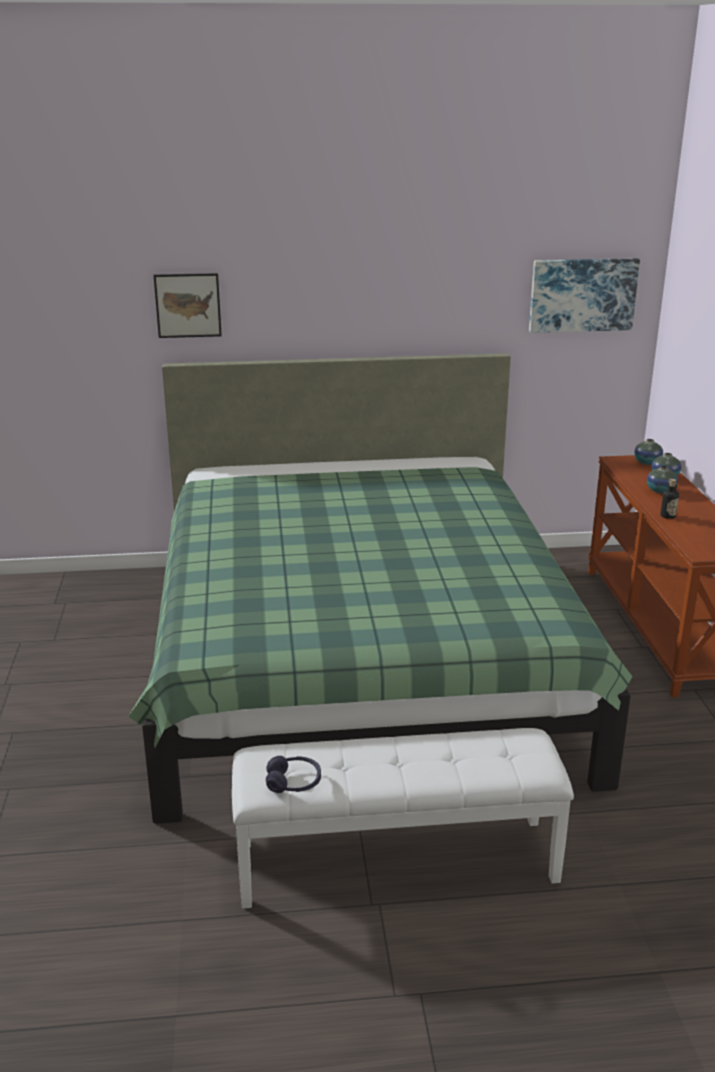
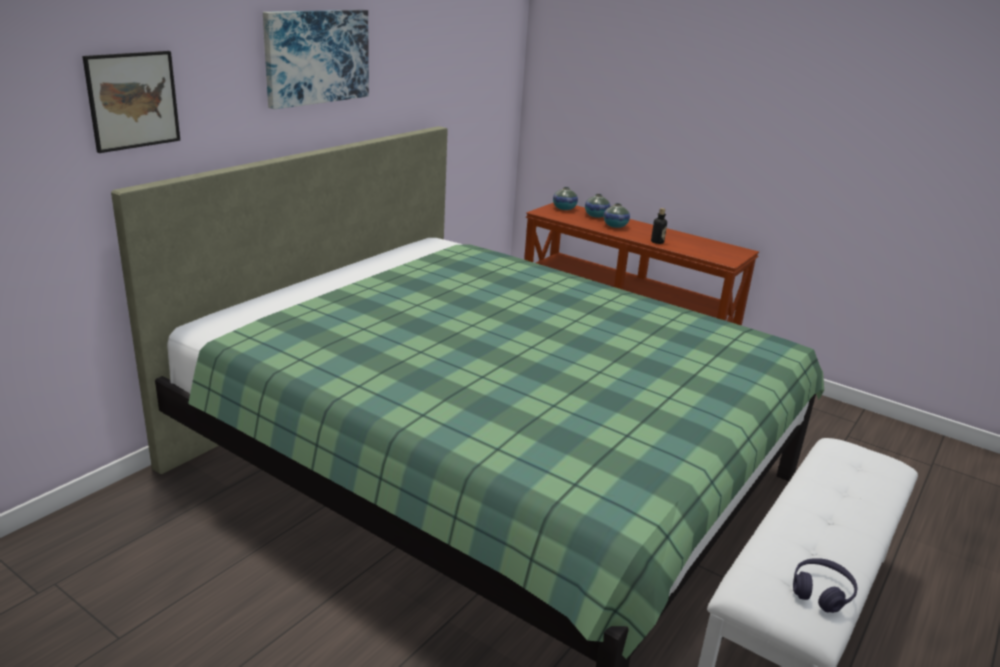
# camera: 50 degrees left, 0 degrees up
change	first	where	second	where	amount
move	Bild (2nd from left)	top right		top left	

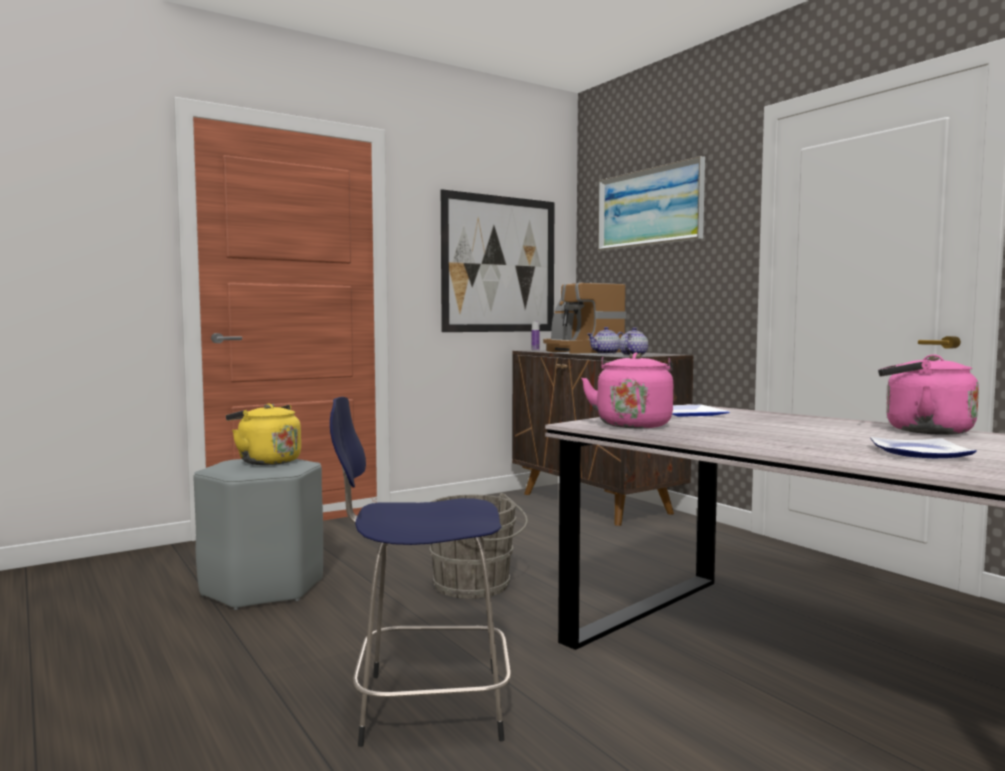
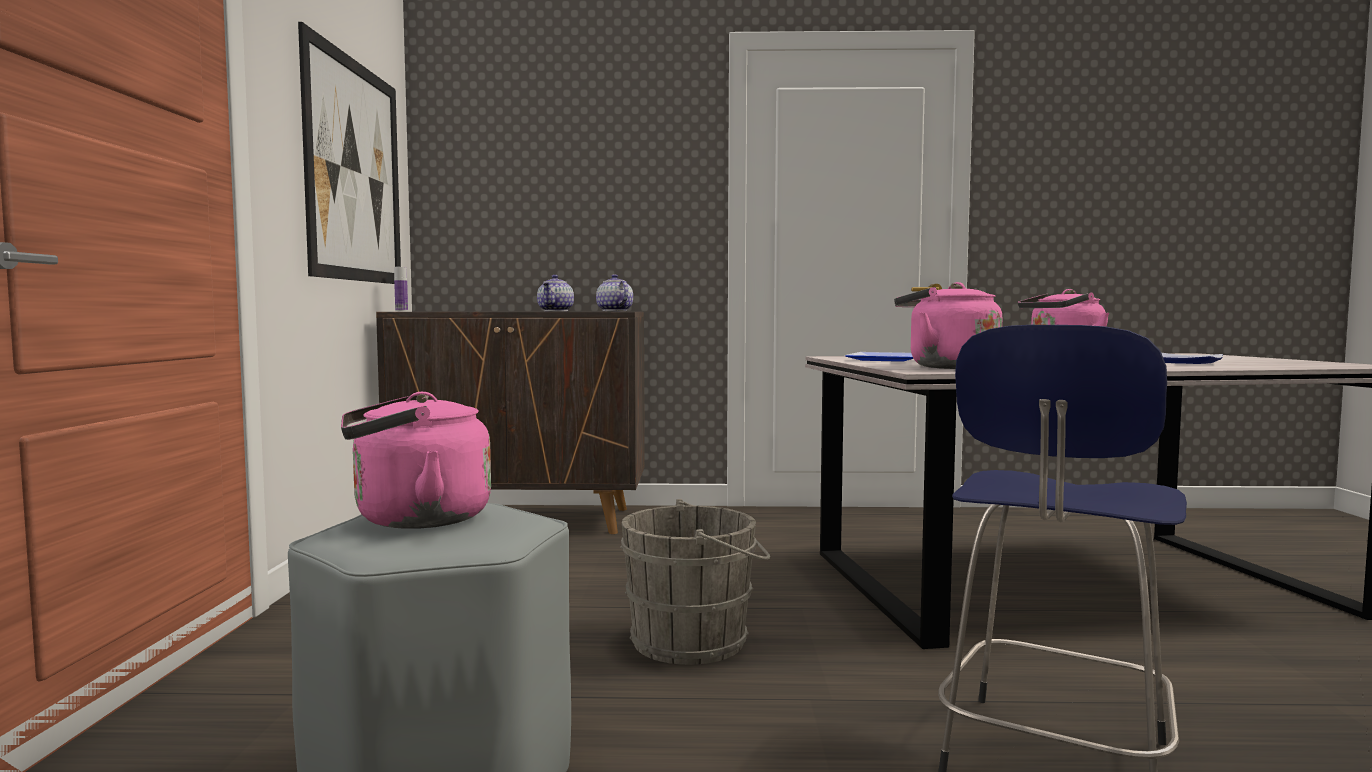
# camera: 55 degrees left, 0 degrees up
change	first	where	second	where	amount
delete	Kaffeemaschine	centre			
delete	Bild (2nd from left)	top centre			
recolor	Wasserkessel [gelb]	middle left	Wasserkessel [rosa] (1st from left)	middle left	

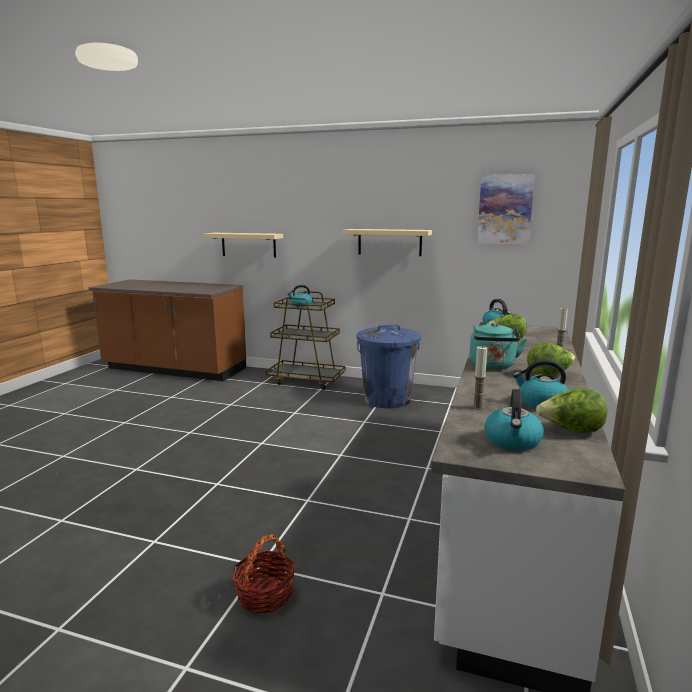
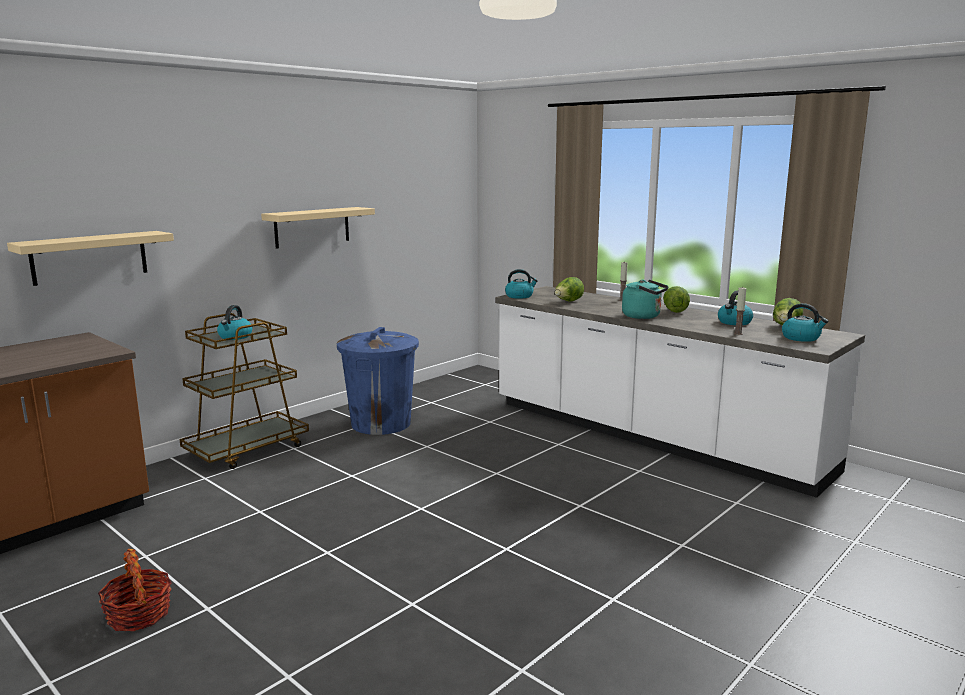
# camera: 65 degrees left, 0 degrees up
change	first	where	second	where	amount
delete	Bild	top right			
move	Korb	bottom centre		bottom left	

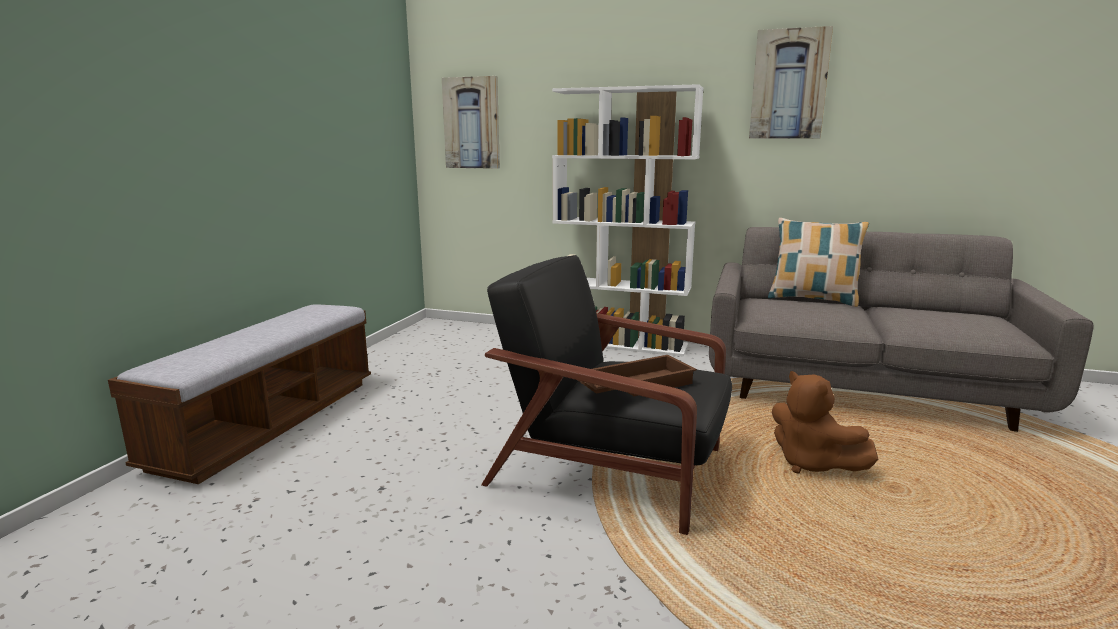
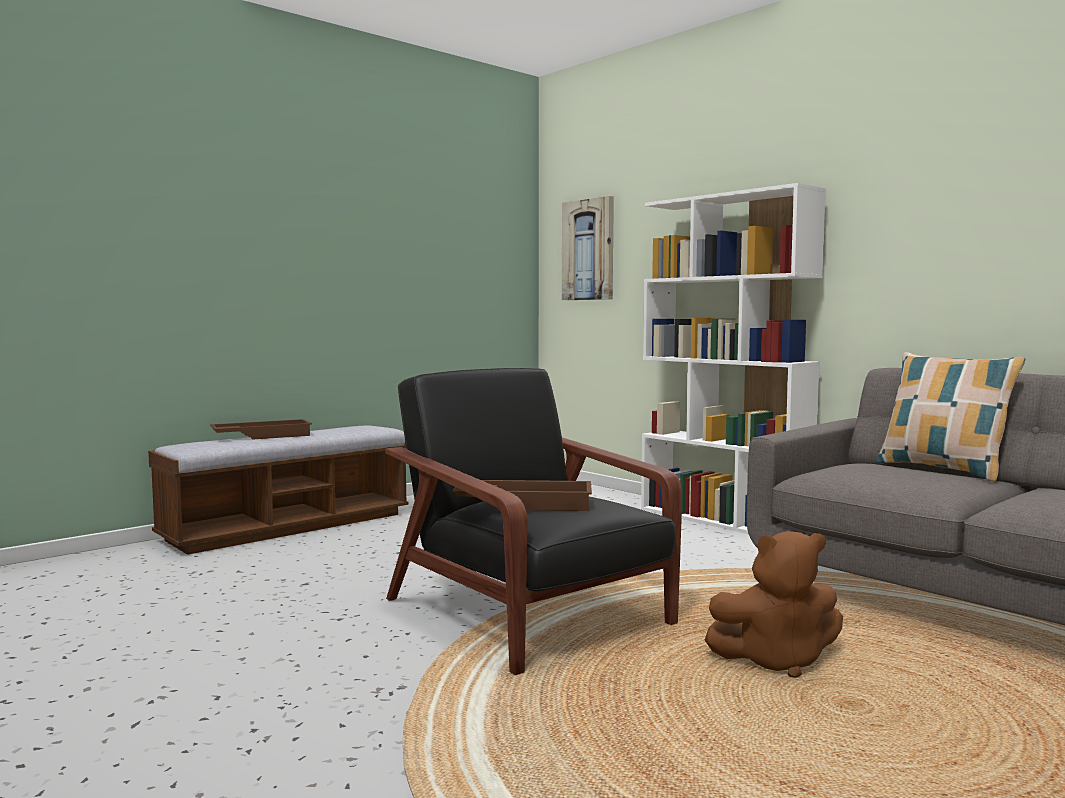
# camera: 30 degrees right, 10 degrees down
change	first	where	second	where	amount
delete	Bild (2nd from left)	top right			
insert			Tablett [braun] (1st from left)	middle left	
rotate	Plüschtier [braun]	bottom right		bottom right	90 degrees counterclockwise

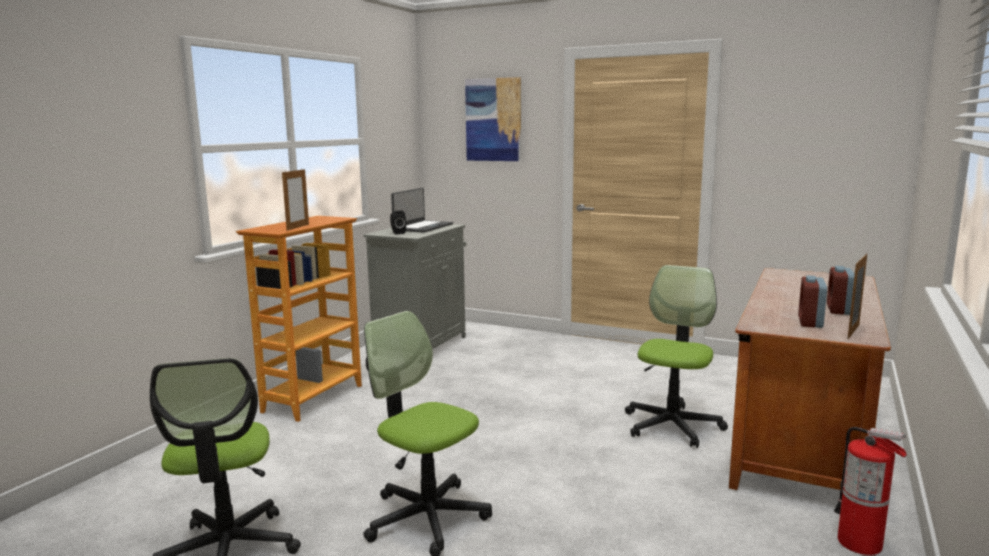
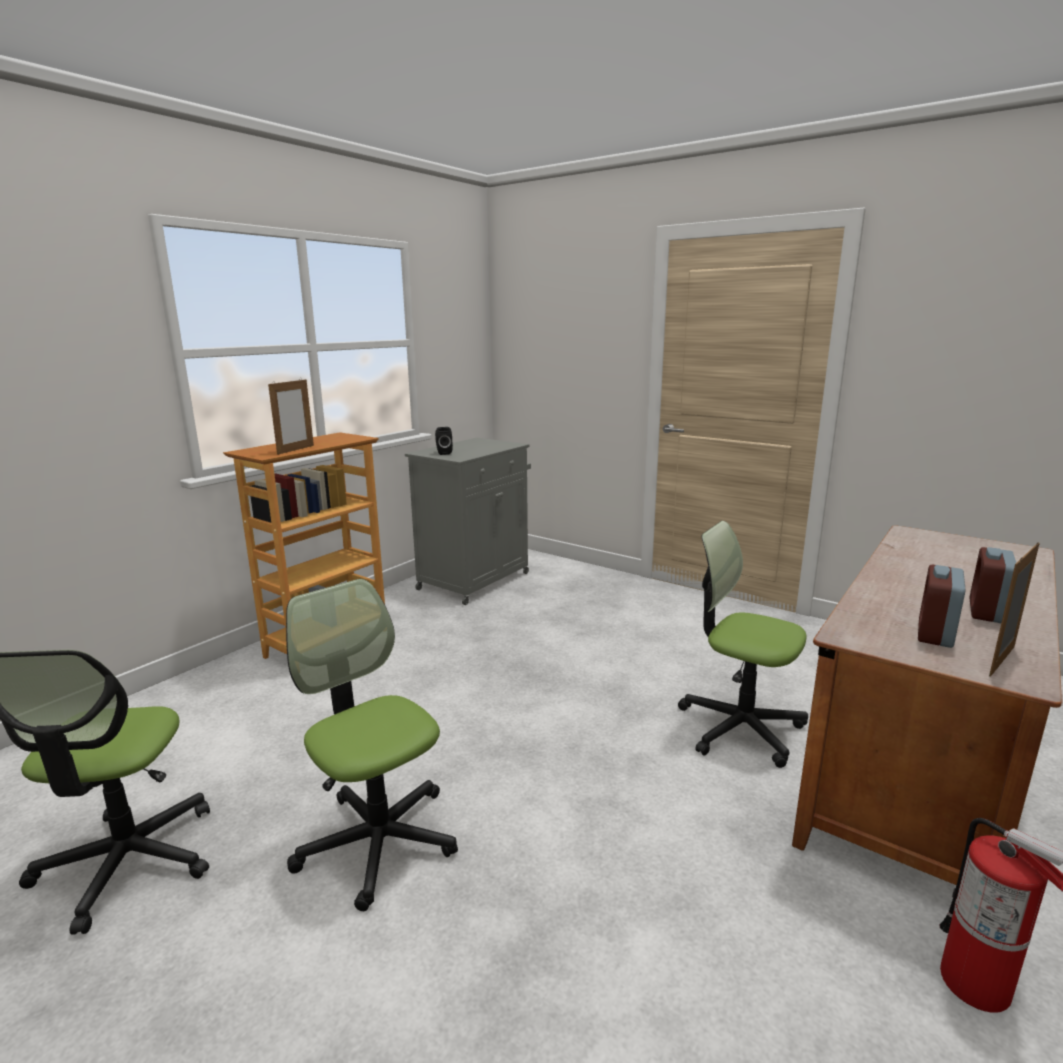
# camera: 10 degrees right, 5 degrees up
change	first	where	second	where	amount
delete	Laptop	centre			
delete	Bild	top centre			
rotate	Bürostuhl (3rd from left)	middle right		middle right	90 degrees counterclockwise

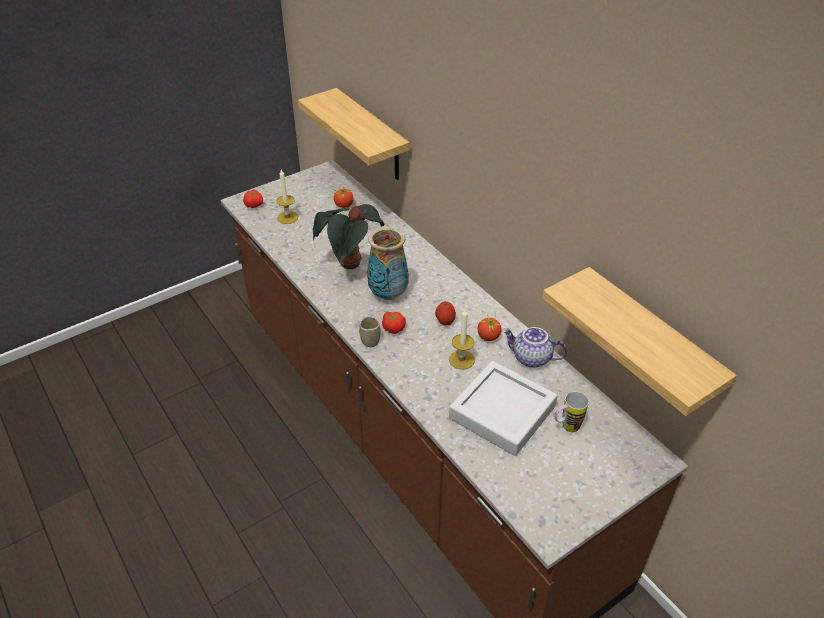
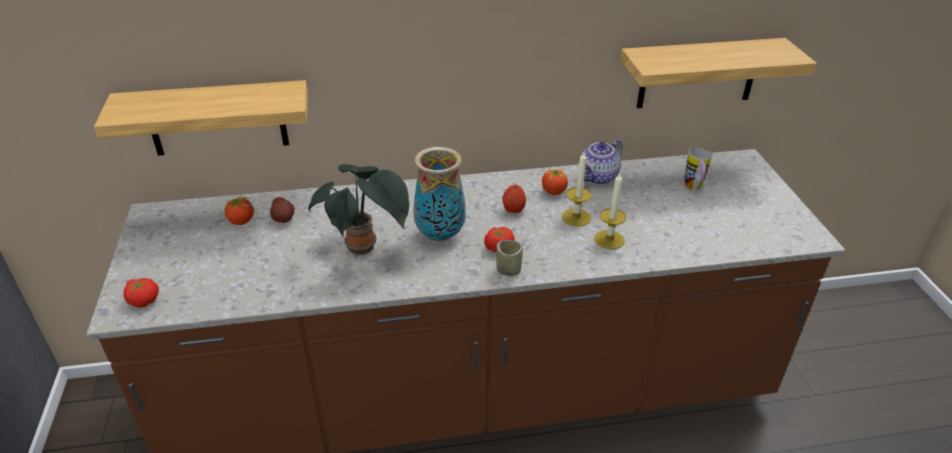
# camera: 65 degrees left, 5 degrees down
change	first	where	second	where	amount
delete	Tablett [grau]	centre			
move	Kerze (1st from left in the first image)	top centre	Kerze (2nd from left)	centre	

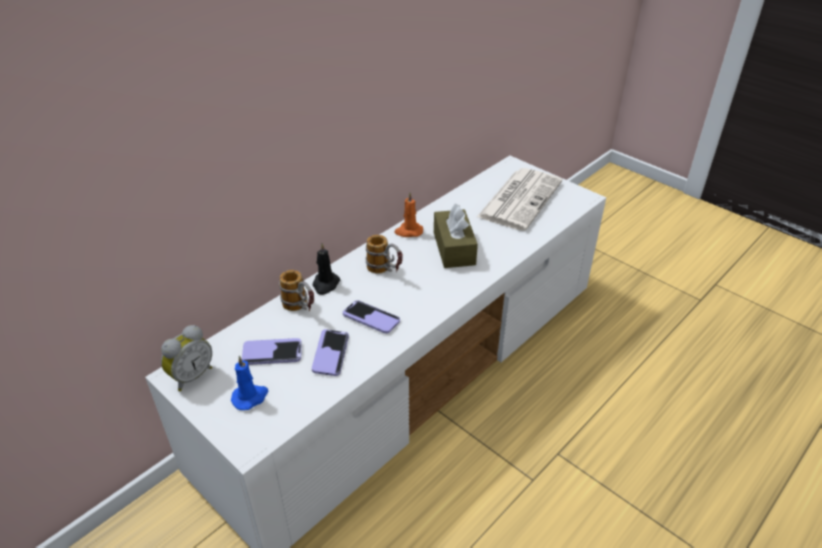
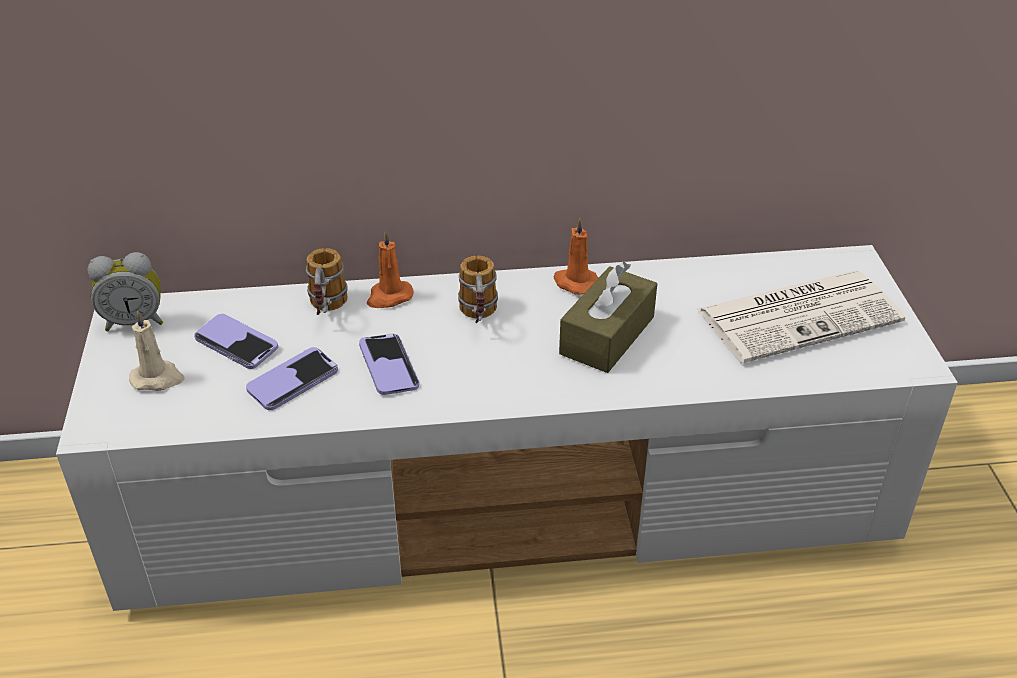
# camera: 40 degrees right, 0 degrees up
change	first	where	second	where	amount
recolor	Kerze [blau]	bottom left	Kerze [beige]	middle left	
recolor	Kerze [schwarz]	centre	Kerze [orange] (1st from left)	centre	

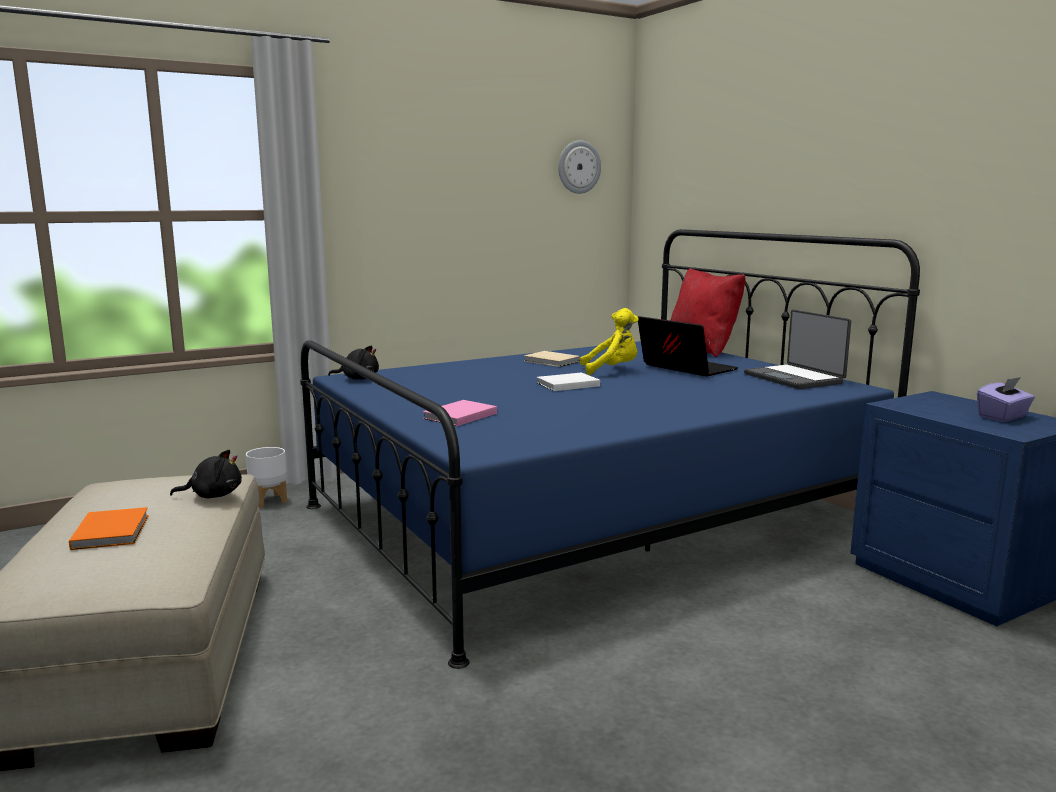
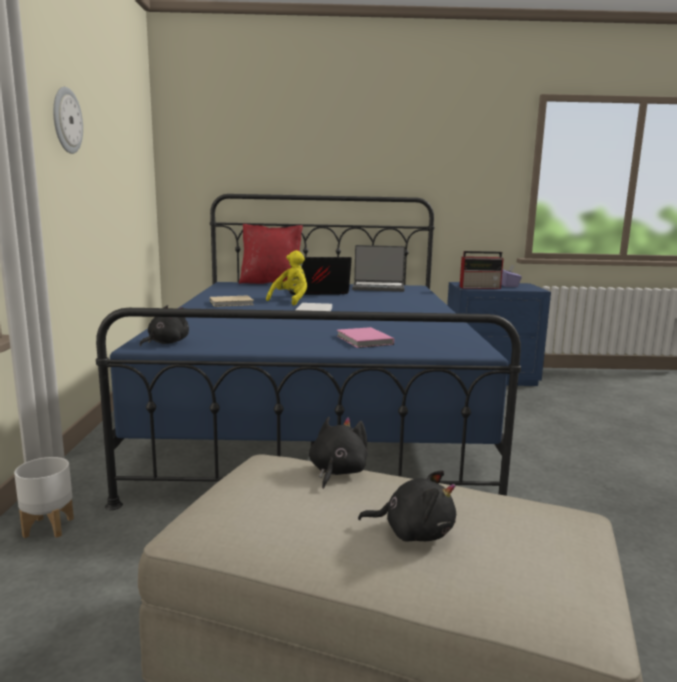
# camera: 60 degrees left, 0 degrees up
change	first	where	second	where	amount
insert			Radio	middle right	
move	Wanduhr	top centre		top left	
replace	Buch [orange]	bottom left	Plüschtier [schwarz] (3rd from left)	bottom centre	

